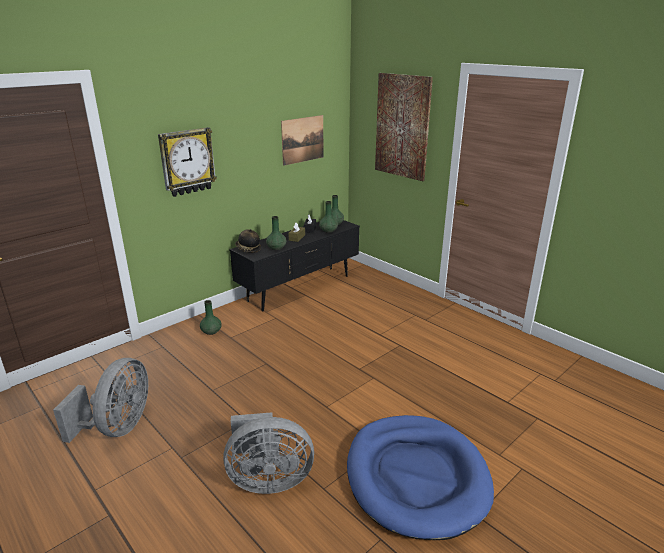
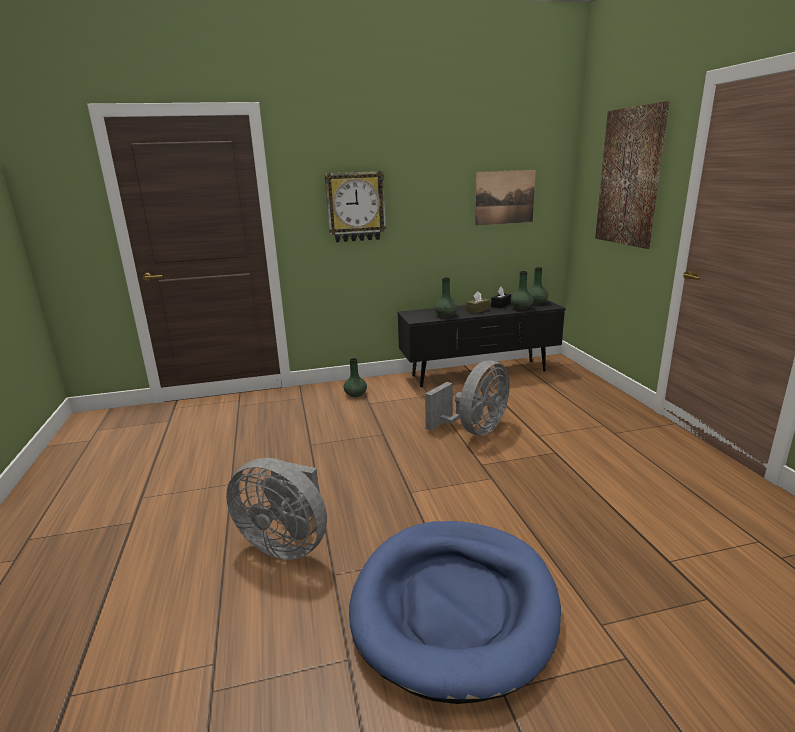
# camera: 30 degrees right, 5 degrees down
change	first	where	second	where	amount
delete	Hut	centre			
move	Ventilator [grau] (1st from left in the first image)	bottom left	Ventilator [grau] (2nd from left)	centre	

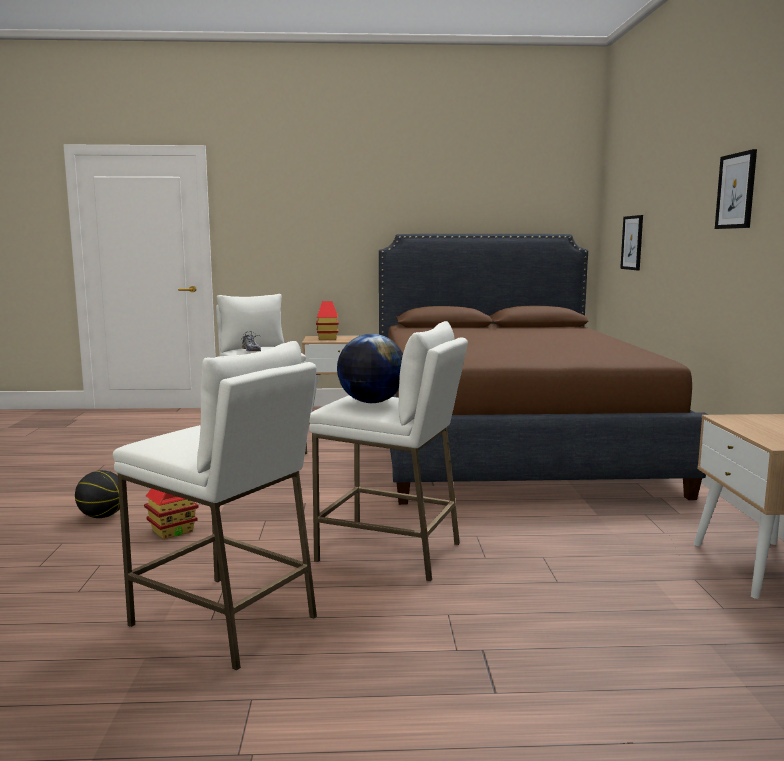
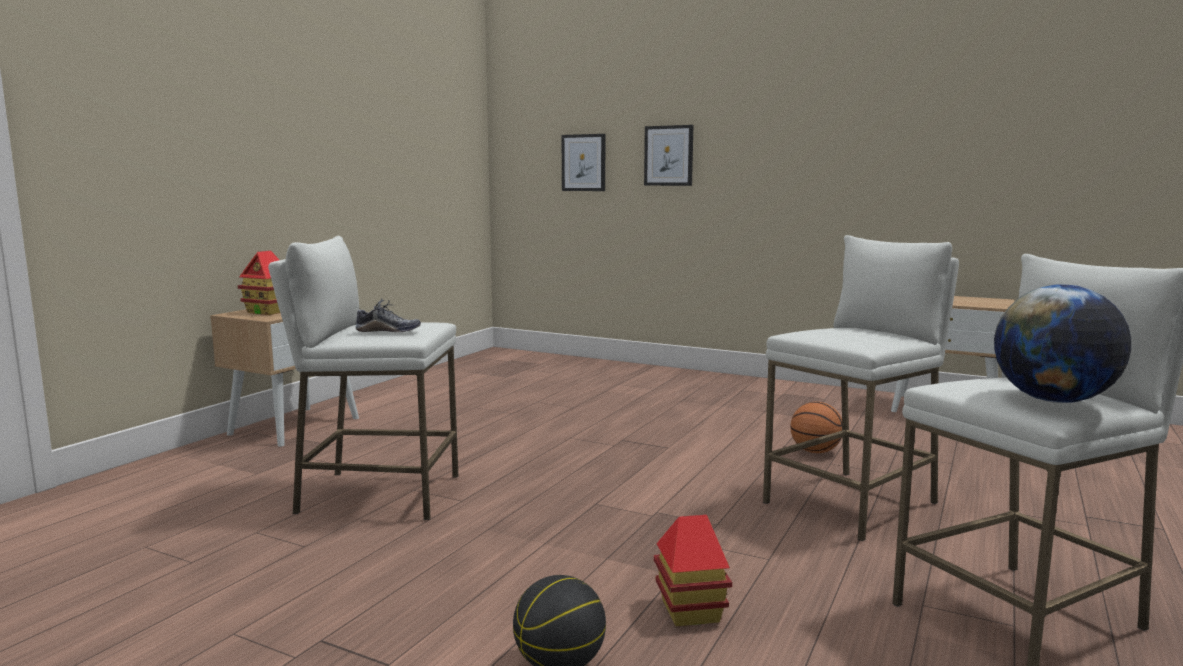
# camera: 60 degrees left, 0 degrees up
change	first	where	second	where	amount
delete	Bett [braun]	middle right			
insert			Basketball (2nd from left)	middle right	
move	Globus	centre		middle right	
move	Bild (2nd from left)	top right		top centre	

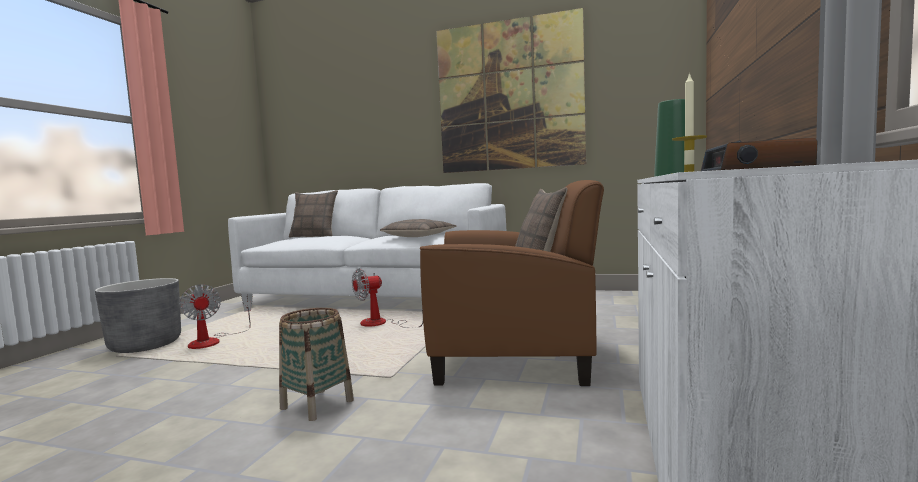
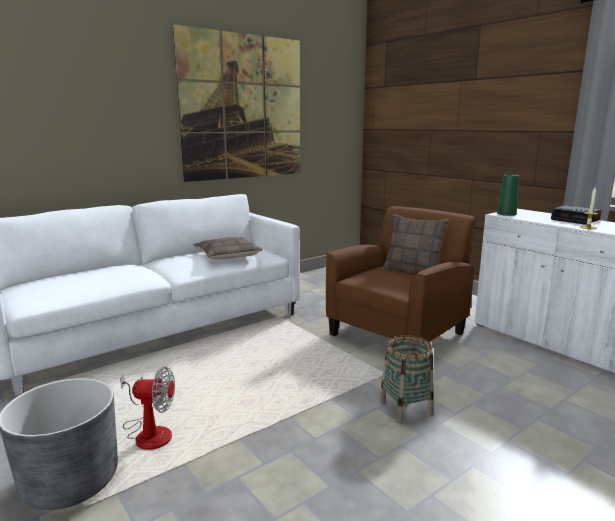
# camera: 55 degrees left, 10 degrees up
change	first	where	second	where	amount
delete	Kissen (1st from left)	centre			
delete	Ventilator (2nd from left)	centre			

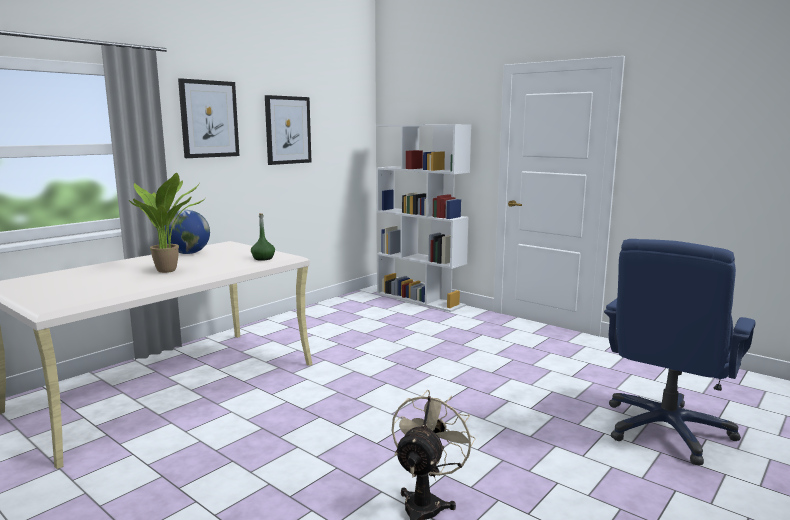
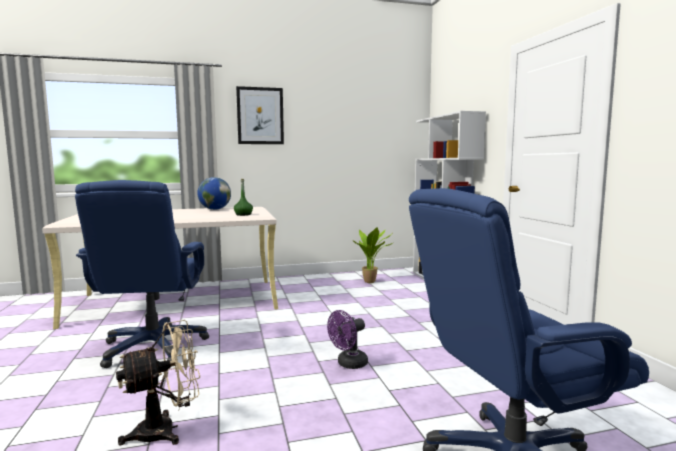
# camera: 35 degrees right, 5 degrees down
change	first	where	second	where	amount
delete	Bild (2nd from left)	top centre			
insert			Bürostuhl [blau] (1st from left)	middle left	
insert			Ventilator [lila]	bottom centre	
move	Topfpflanze	middle left		centre	

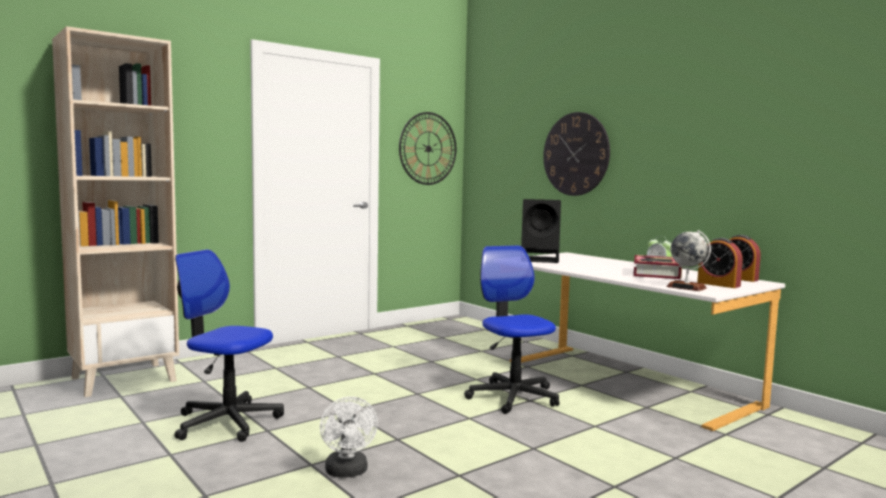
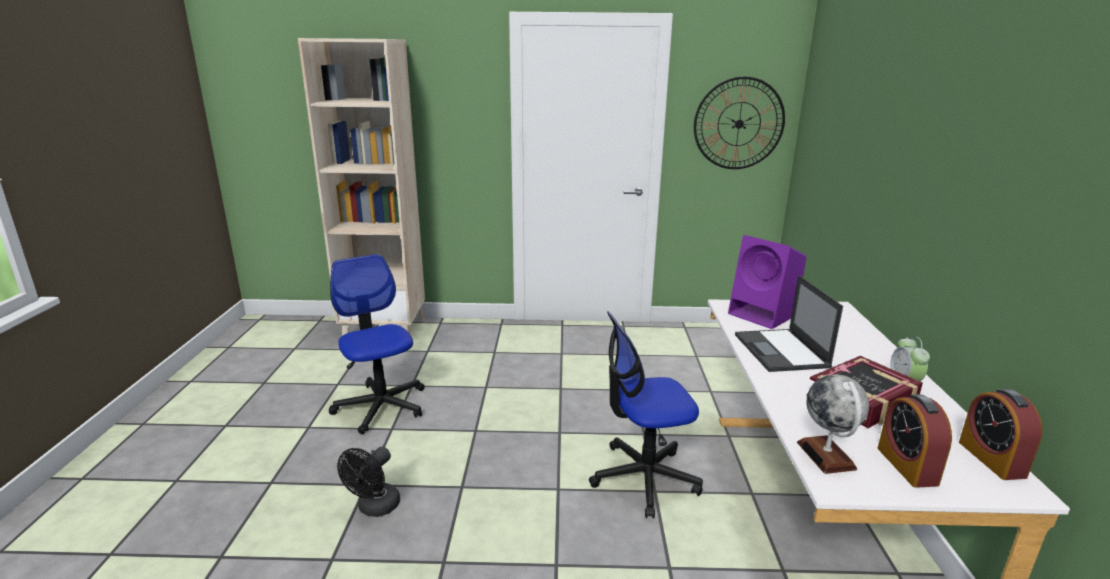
# camera: 40 degrees right, 15 degrees up
change	first	where	second	where	amount
delete	Wanduhr (2nd from left)	top centre			
insert			Laptop	middle right	
recolor	Ventilator [weiß]	bottom centre	Ventilator [schwarz]	bottom left	
recolor	Lautsprecher [schwarz]	centre	Lautsprecher [lila]	middle right	
rotate	Bürostuhl (2nd from left)	centre		bottom centre	120 degrees counterclockwise

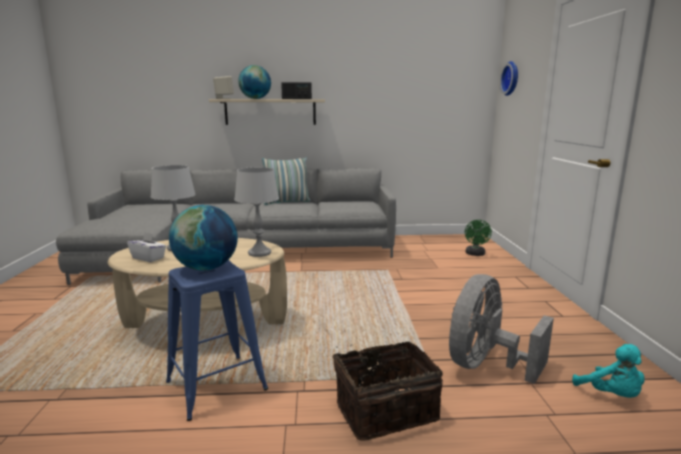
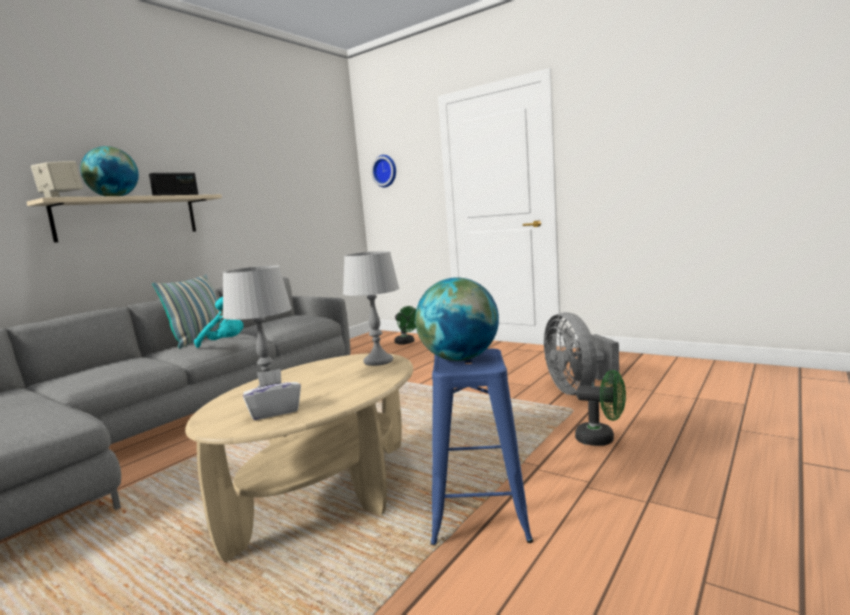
# camera: 50 degrees left, 5 degrees down
change	first	where	second	where	amount
move	Plüschtier [türkis]	bottom right		middle left	
replace	Korb	bottom centre	Ventilator [grün] (2nd from left)	middle right	

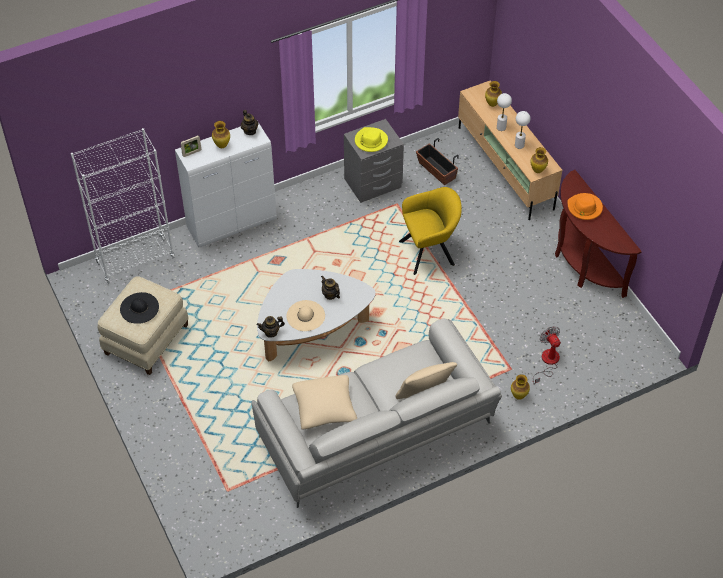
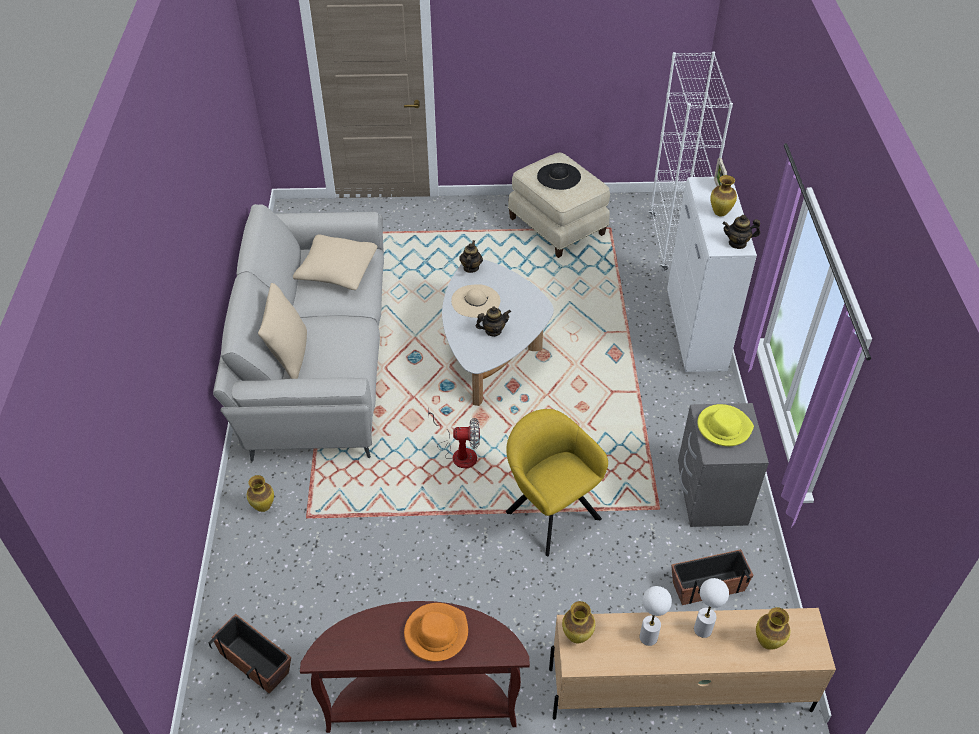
# camera: 115 degrees right, 5 degrees down
change	first	where	second	where	amount
insert			Pflanzkübel (1st from left)	bottom left	
move	Ventilator	middle right		centre	
rotate	Sessel [gelb]	centre		centre	135 degrees clockwise

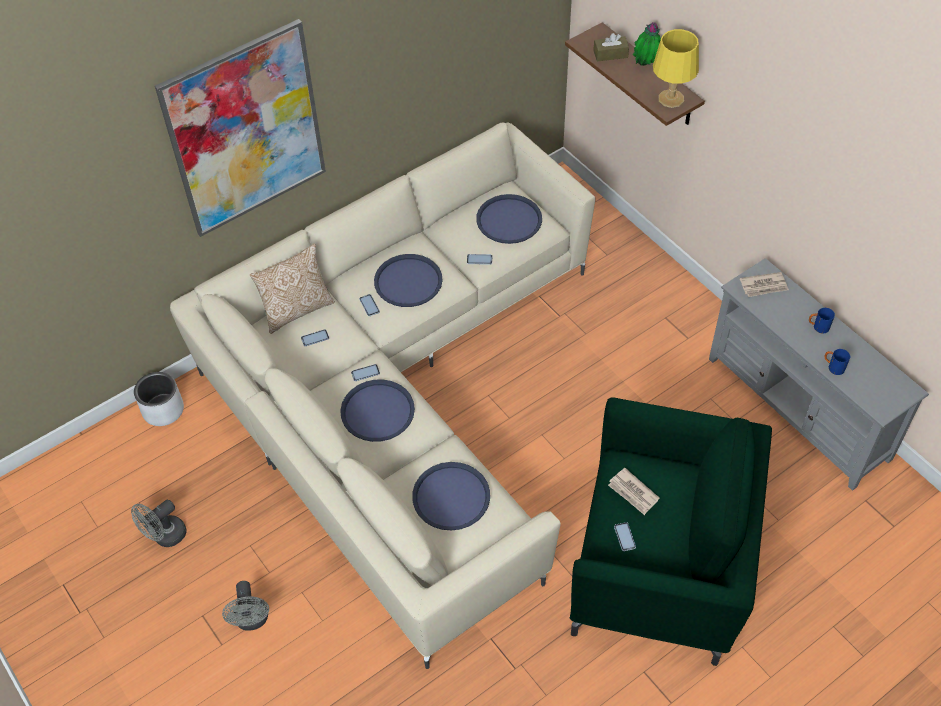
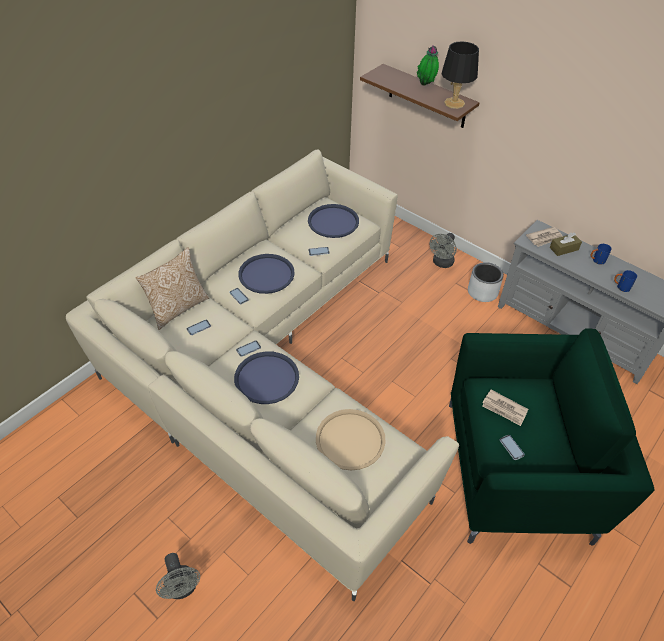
# camera: 15 degrees left, 5 degrees down
change	first	where	second	where	amount
delete	Bild	top left			
move	Ventilator [grau] (1st from left in the first image)	bottom left	Ventilator [grau] (2nd from left)	middle right	
move	Pflanzkübel [grau]	middle left		middle right	
move	Taschentuchbox [braun]	top centre		middle right	
recolor	Tablett [blau] (3rd from left)	bottom centre	Tablett [beige]	bottom centre	
recolor	Tischlampe [gelb]	top right	Tischlampe [schwarz]	top right	

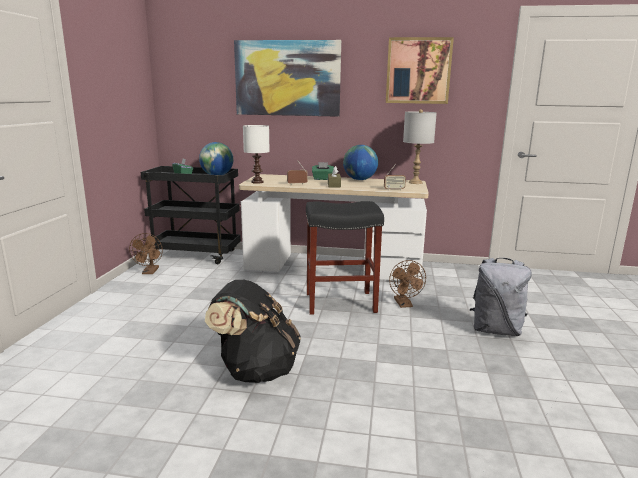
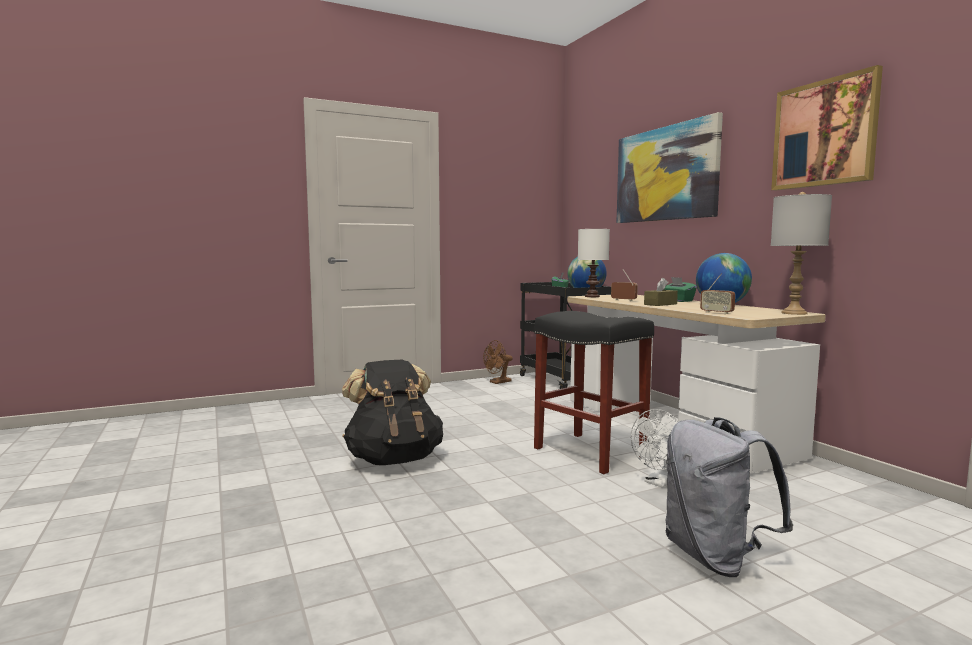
# camera: 55 degrees right, 10 degrees down
change	first	where	second	where	amount
recolor	Ventilator [braun] (2nd from left)	centre	Ventilator [weiß]	bottom right	

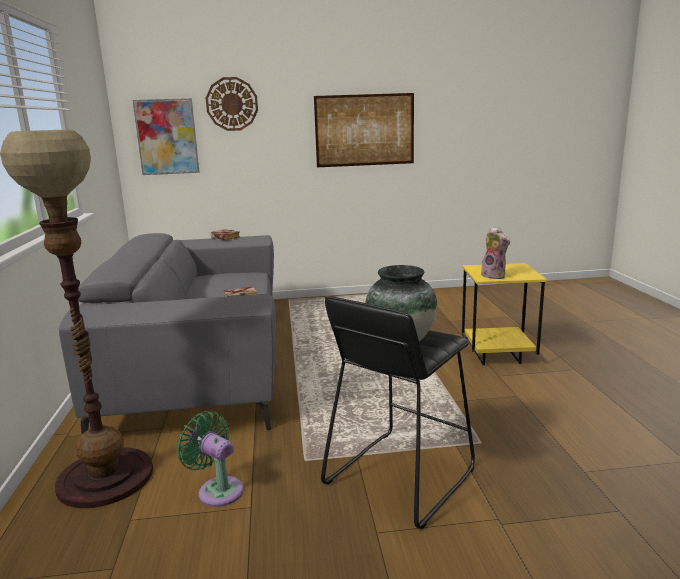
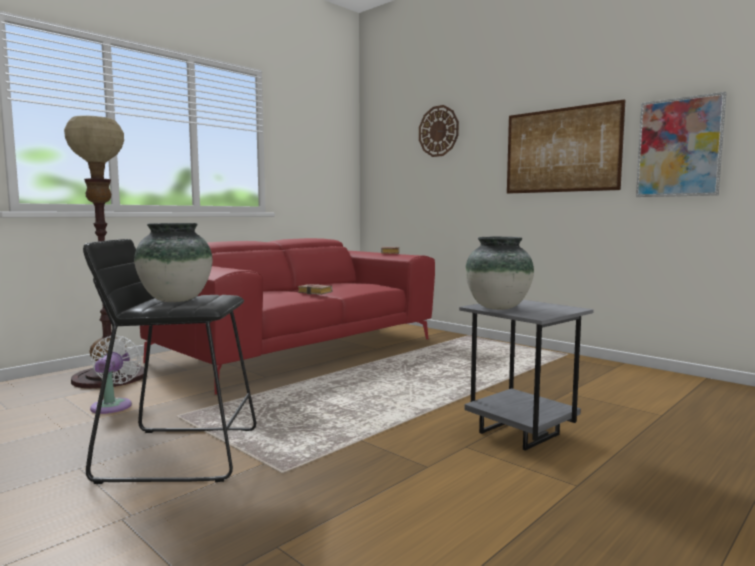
# camera: 50 degrees right, 10 degrees down
change	first	where	second	where	amount
move	Bild (1st from left in the first image)	top left	Bild (2nd from left)	top right	
replace	Plüschtier	middle right	Vase (2nd from left)	centre	
recolor	Sofa [grau]	middle left	Sofa [rot]	centre	
recolor	Ventilator [grün]	bottom left	Ventilator [weiß]	middle left	
recolor	Beistelltisch [gelb]	middle right	Beistelltisch [grau]	middle right	

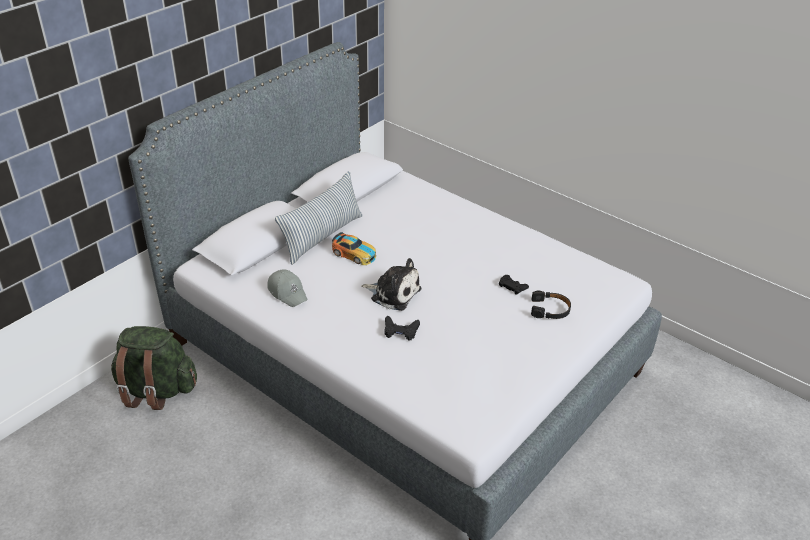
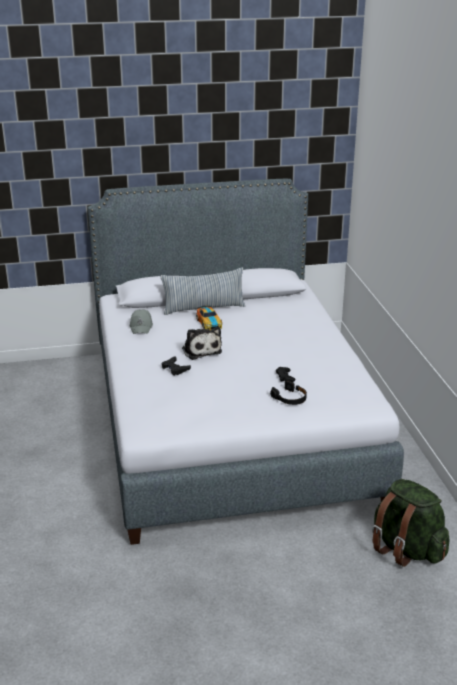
# camera: 40 degrees right, 10 degrees down
change	first	where	second	where	amount
move	Rucksack [grün]	bottom left		bottom right	

